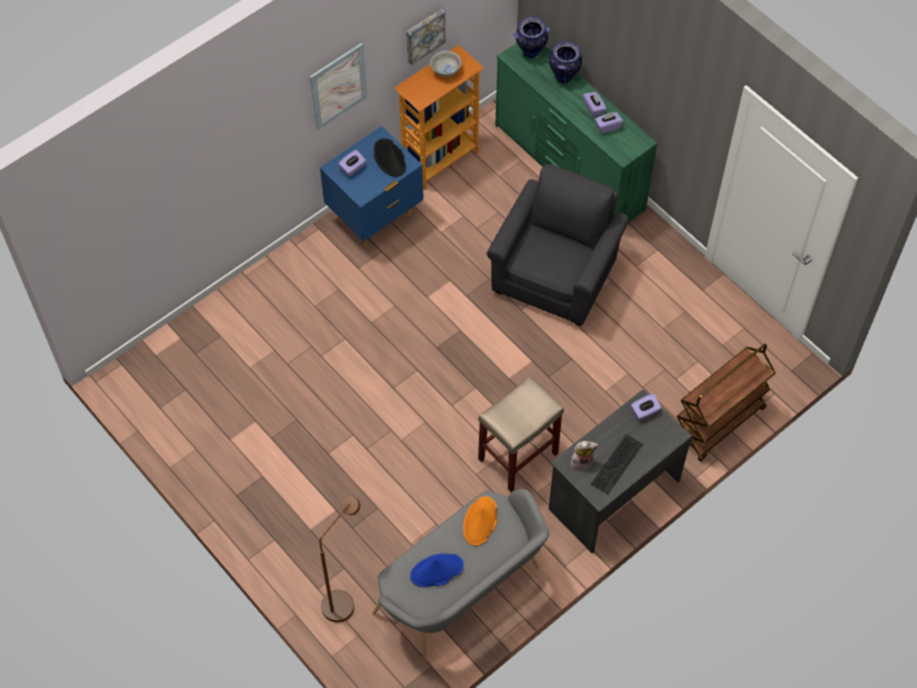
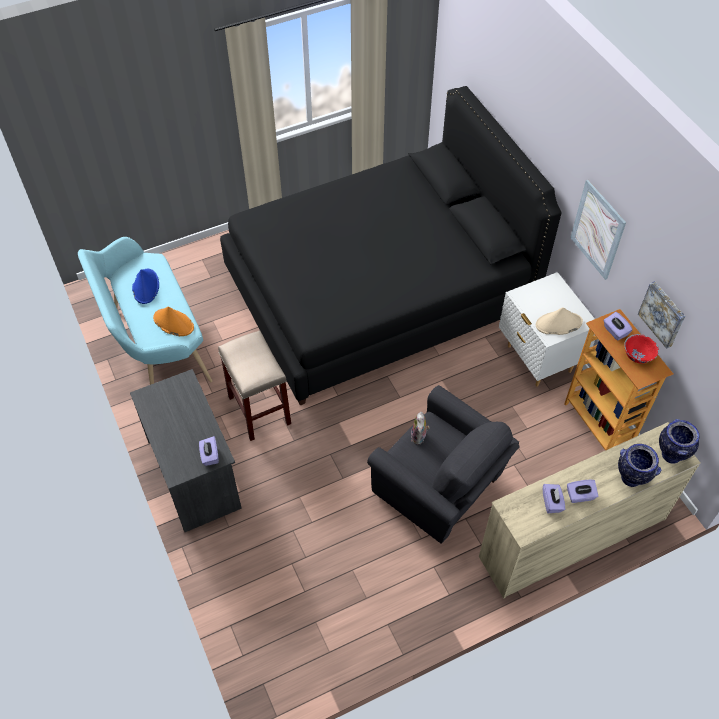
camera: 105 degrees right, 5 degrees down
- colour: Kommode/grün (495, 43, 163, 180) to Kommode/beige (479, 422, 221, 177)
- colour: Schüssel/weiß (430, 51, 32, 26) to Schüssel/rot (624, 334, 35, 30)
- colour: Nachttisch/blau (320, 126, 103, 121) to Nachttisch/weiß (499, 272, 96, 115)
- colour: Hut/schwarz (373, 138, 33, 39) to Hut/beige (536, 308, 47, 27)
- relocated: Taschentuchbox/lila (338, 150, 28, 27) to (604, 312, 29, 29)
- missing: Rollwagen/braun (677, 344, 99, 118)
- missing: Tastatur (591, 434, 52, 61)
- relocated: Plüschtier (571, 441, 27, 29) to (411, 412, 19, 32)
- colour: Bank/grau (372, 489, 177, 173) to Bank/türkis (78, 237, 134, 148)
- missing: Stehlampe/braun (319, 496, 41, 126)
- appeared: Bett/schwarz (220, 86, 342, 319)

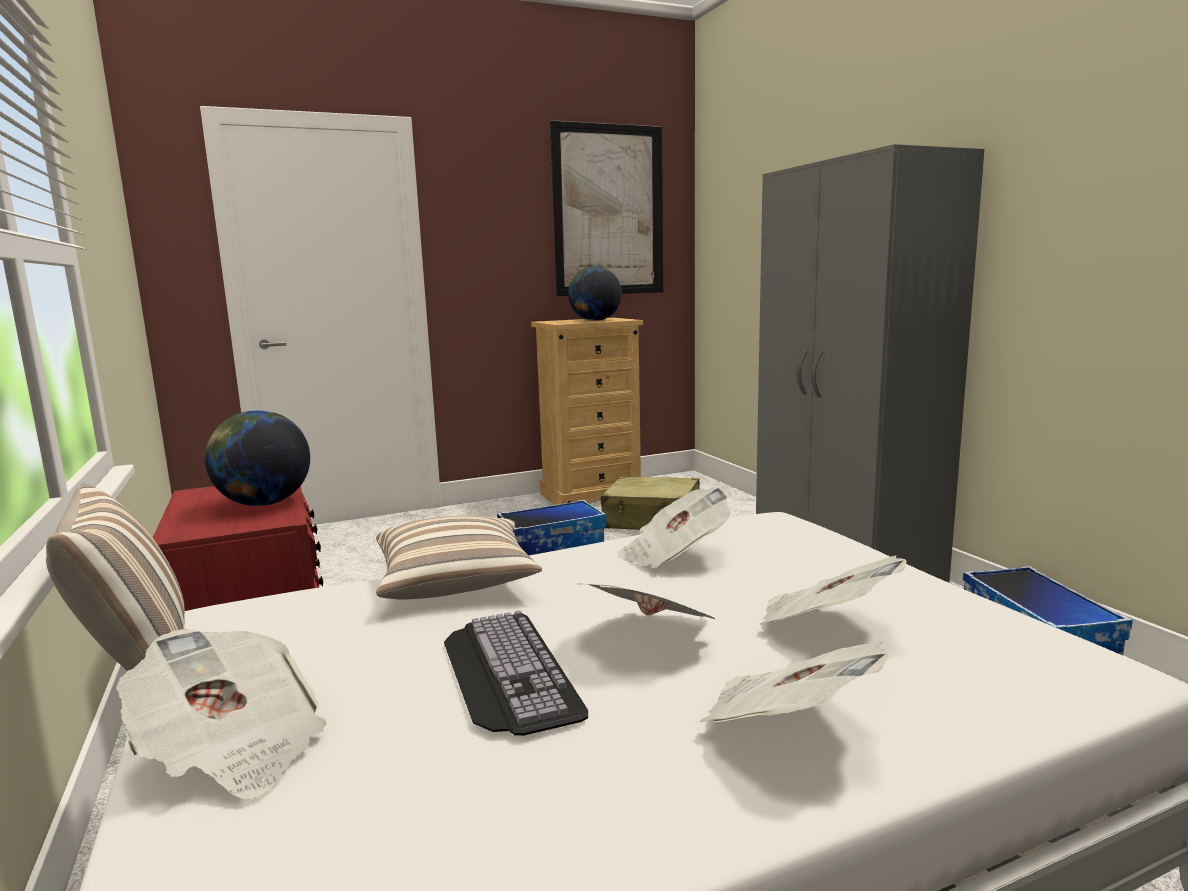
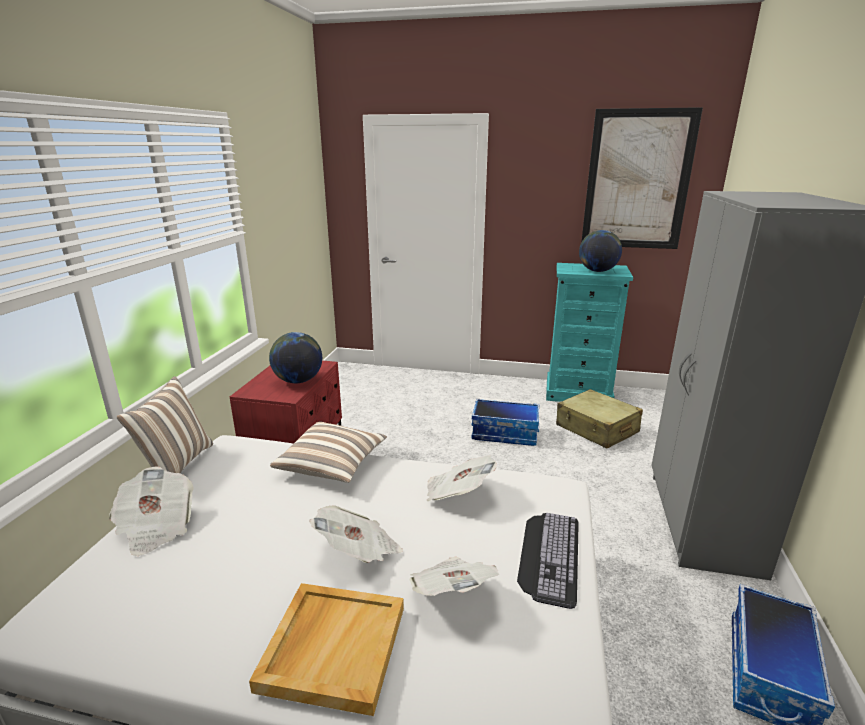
camera: 35 degrees right, 10 degrees up
- colour: Kommode/beige (531, 318, 112, 187) to Kommode/türkis (546, 263, 87, 139)
- relocated: Tastatur (444, 610, 144, 126) to (517, 513, 62, 96)
- exchanged: Zeitung (700, 641, 189, 81) to Tablett/beige (249, 583, 155, 133)

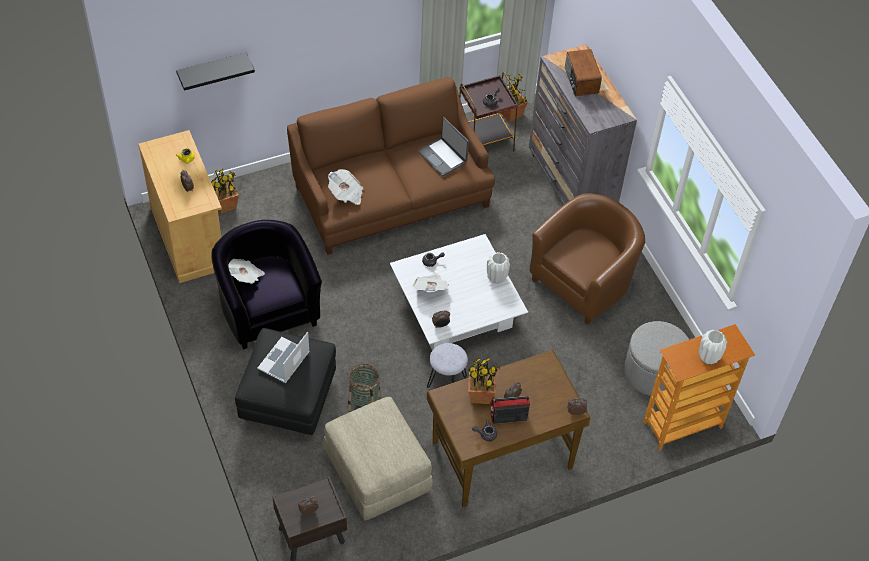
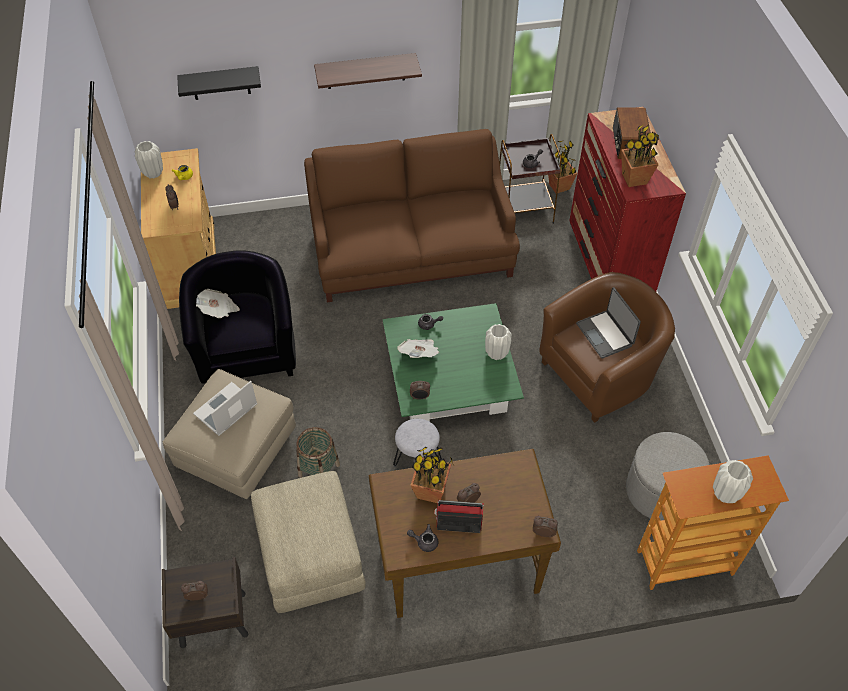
camera: 15 degrees right, 0 degrees up
- colour: Kommode/grau (529, 45, 108, 160) to Kommode/rot (569, 107, 117, 185)
- relocated: Laptop (418, 117, 51, 59) to (576, 287, 65, 71)
- relocated: Topfpflanze (211, 168, 28, 45) to (621, 125, 38, 62)
- missing: Zeitung (328, 169, 35, 36)
- colour: Couchtisch/weiß (390, 234, 138, 116) to Couchtisch/grün (382, 303, 142, 119)
- colour: Polsterhocker/schwarz (235, 328, 101, 107) to Polsterhocker/beige (163, 369, 133, 130)
- appeared: Wandregal (314, 53, 108, 36)
- appeared: Vase/weiß (135, 141, 28, 38)

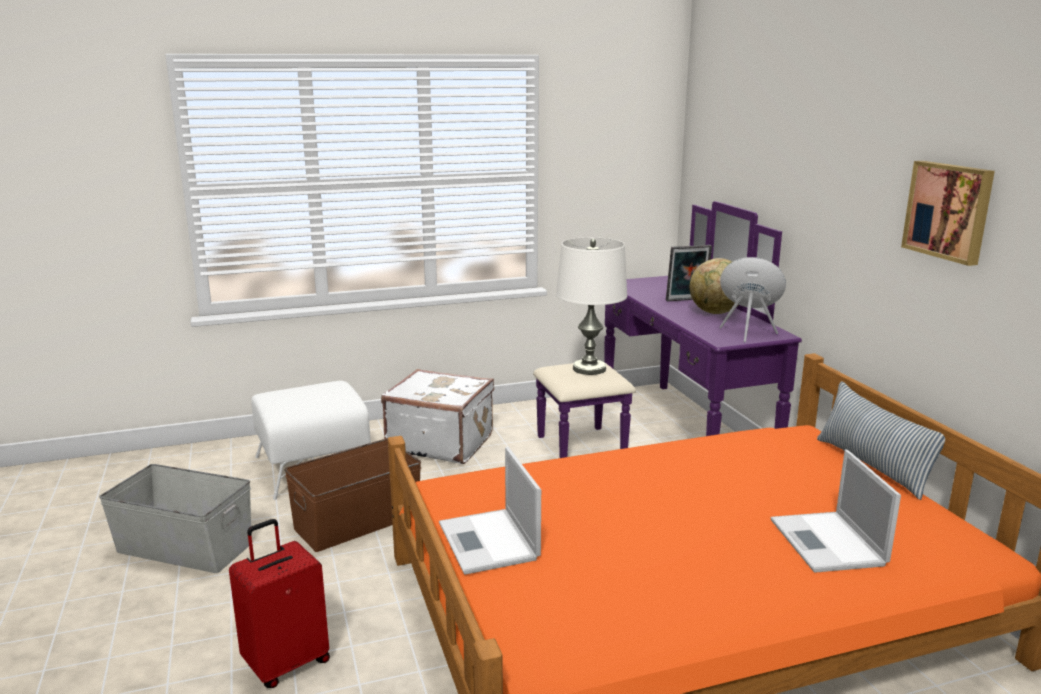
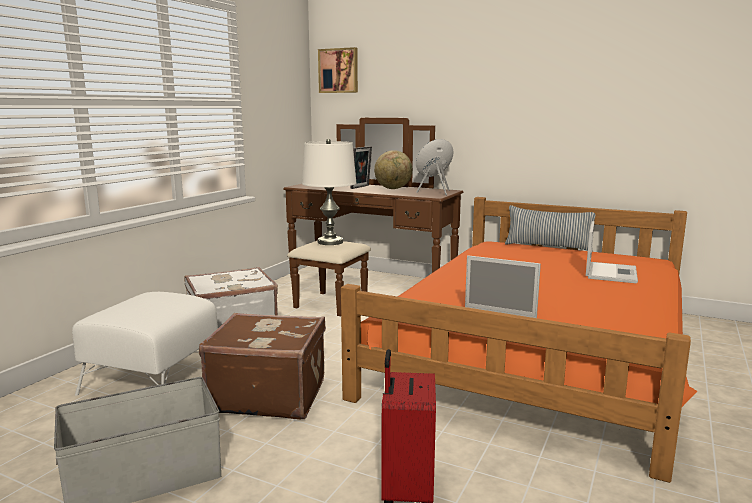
camera: 45 degrees left, 5 degrees down
- relocated: Bild (901, 161, 94, 105) to (318, 47, 40, 46)
- colour: Kommode/lila (533, 201, 269, 257) to Kommode/braun (283, 118, 180, 198)
- exchanged: Aufbewahrungsbox/braun (284, 438, 137, 114) to Koffer/braun (199, 313, 127, 106)
- spun: Laptop (771, 449, 130, 124) = (586, 221, 52, 62) 105 degrees counterclockwise

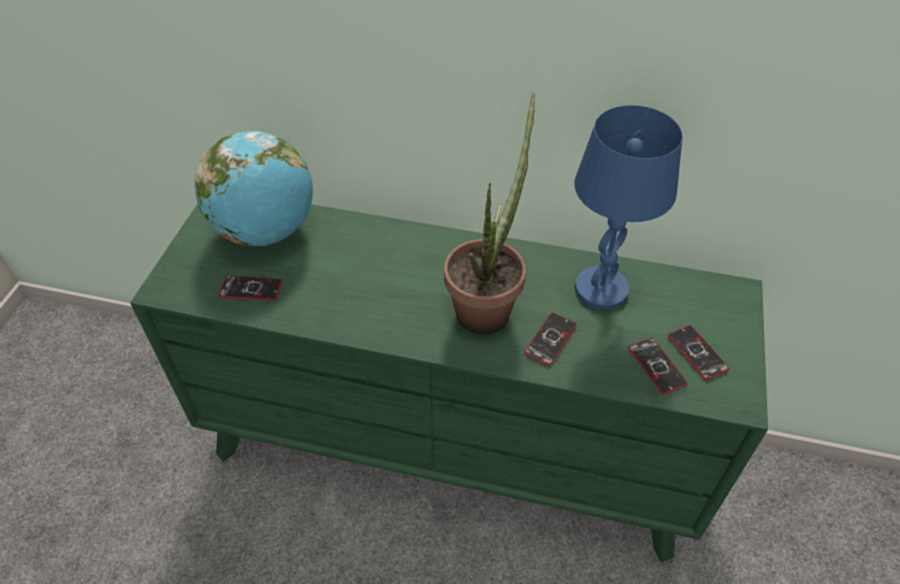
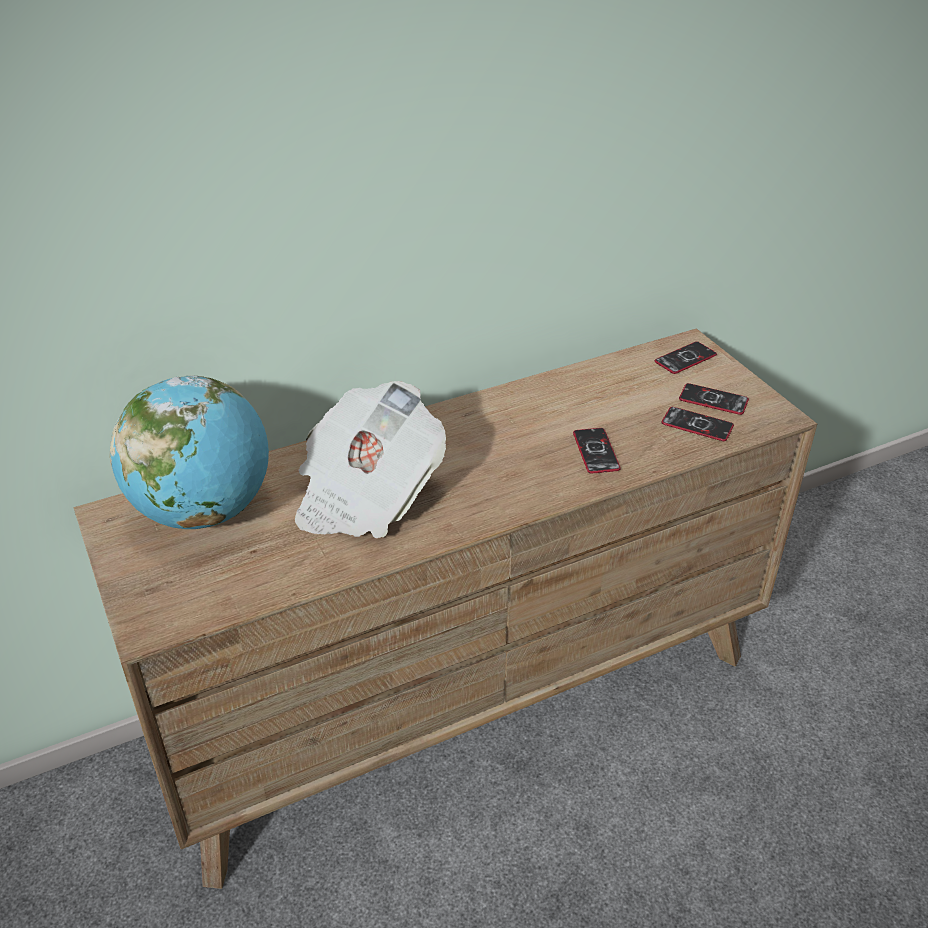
camera: 40 degrees left, 10 degrees down
- missing: Topfpflanze (444, 92, 91, 242)
- missing: Tischlampe/blau (574, 105, 109, 205)
- colour: Kommode/grün (130, 204, 638, 358) to Kommode/braun (74, 328, 743, 561)
- relocated: Handy (219, 276, 63, 25) to (655, 342, 62, 32)
- appeared: Zeitung (294, 381, 152, 157)

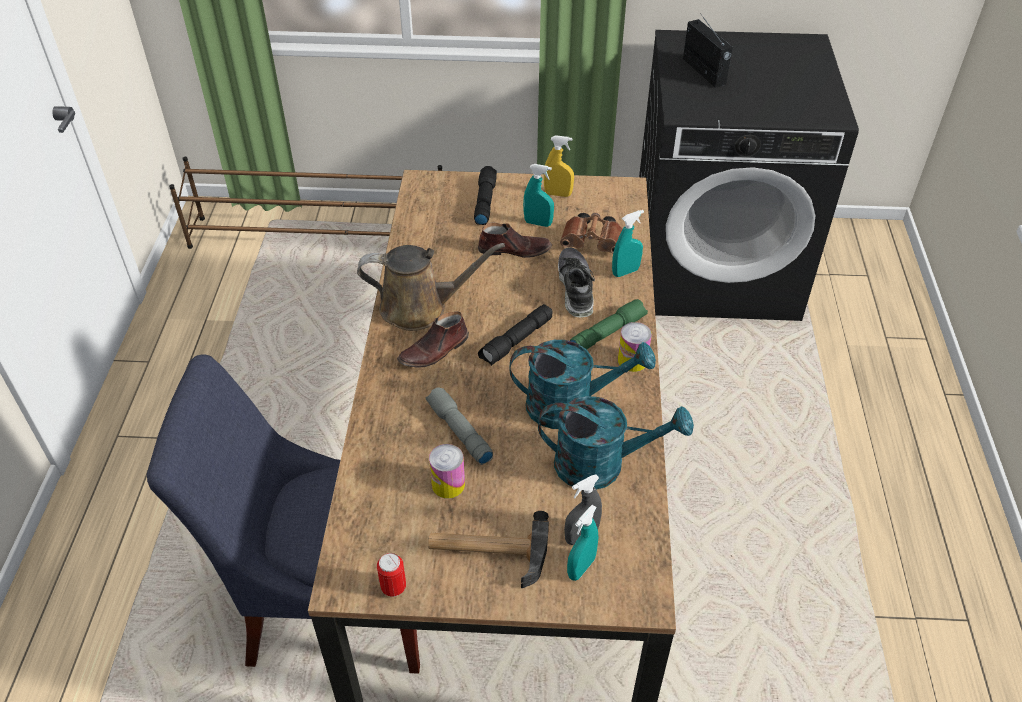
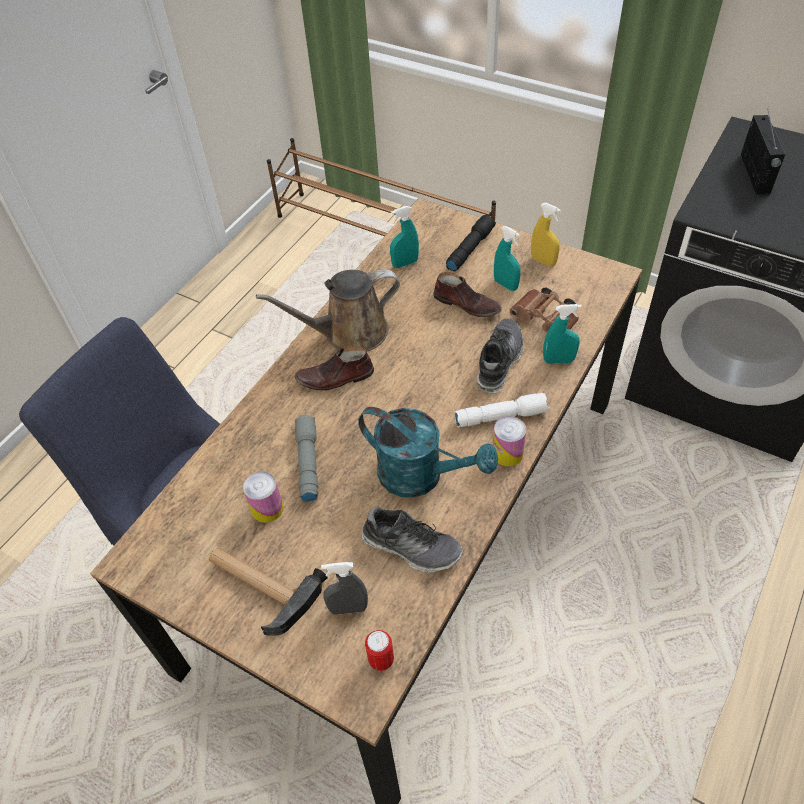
camera: 30 degrees right, 5 degrees up
- spun: Gießkanne/braun (357, 243, 148, 88) = (256, 269, 144, 83) 135 degrees clockwise
- colour: Taschenlampe/grün (570, 299, 78, 50) to Taschenlampe/weiß (455, 393, 95, 34)
- missing: Taschenlampe/schwarz (478, 304, 75, 62)
- exchanged: Gießkanne/türkis (538, 396, 156, 94) to Schuh (362, 507, 101, 66)
- relocated: Sprühflasche/türkis (567, 505, 32, 76) to (390, 206, 29, 62)
- relocated: Dose (377, 553, 29, 44) to (365, 630, 29, 41)

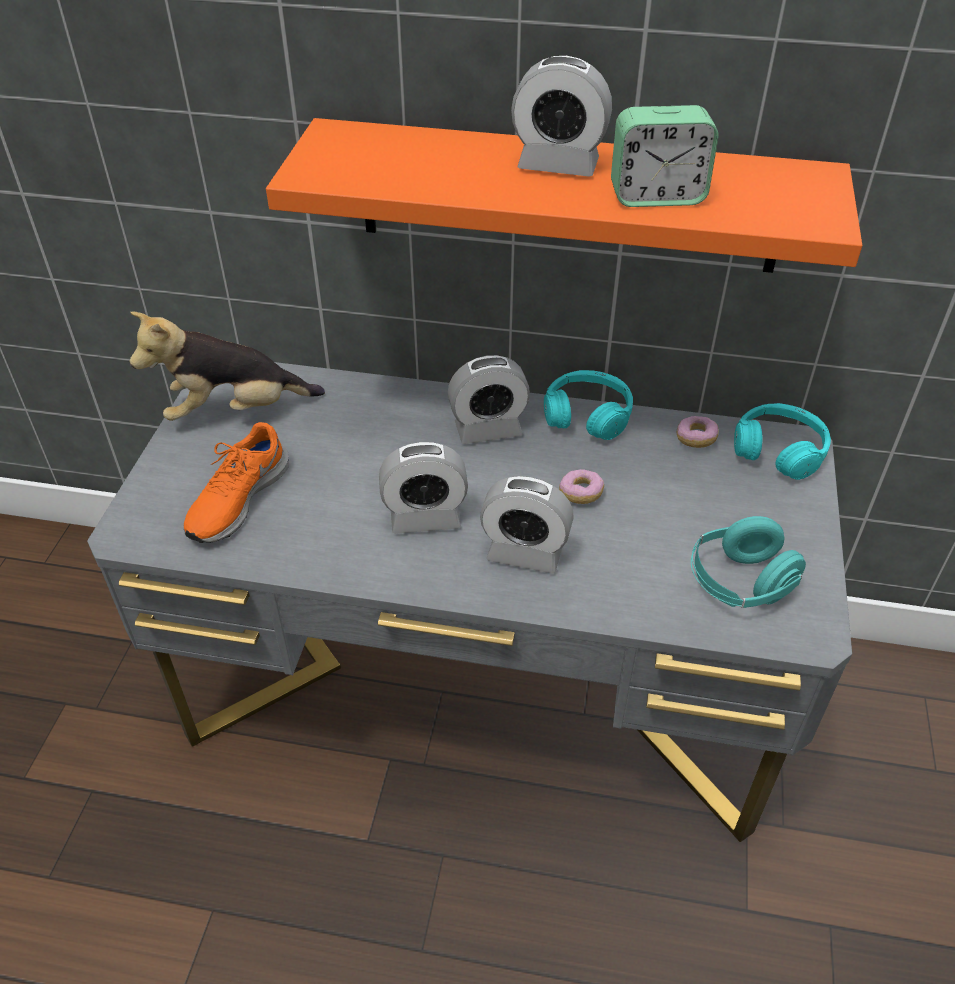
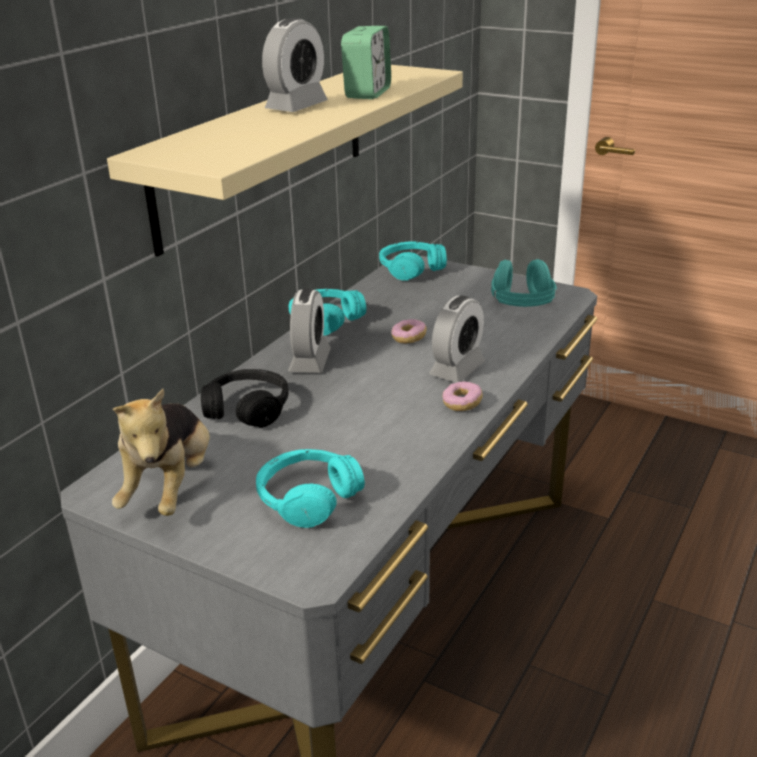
camera: 70 degrees left, 15 degrees down
- colour: Wandregal/orange (266, 118, 596, 155) to Wandregal/beige (107, 65, 356, 192)
- relocated: Donut (677, 416, 42, 32) to (442, 381, 41, 30)
- exchanged: Schuh/orange (184, 422, 105, 121) to Kopfhörer/türkis (256, 449, 109, 79)
- missing: Wecker (379, 442, 89, 92)
- appeared: Kopfhörer/schwarz (200, 369, 89, 59)

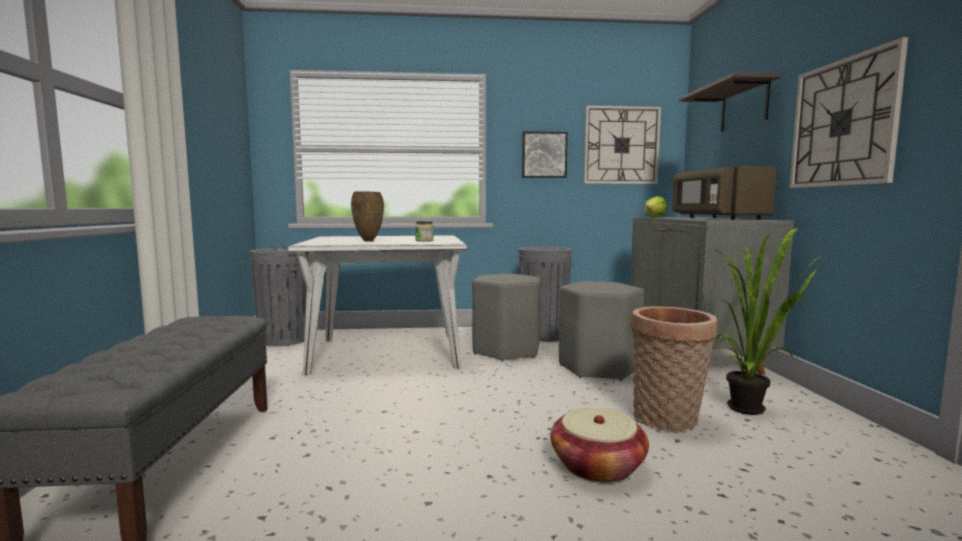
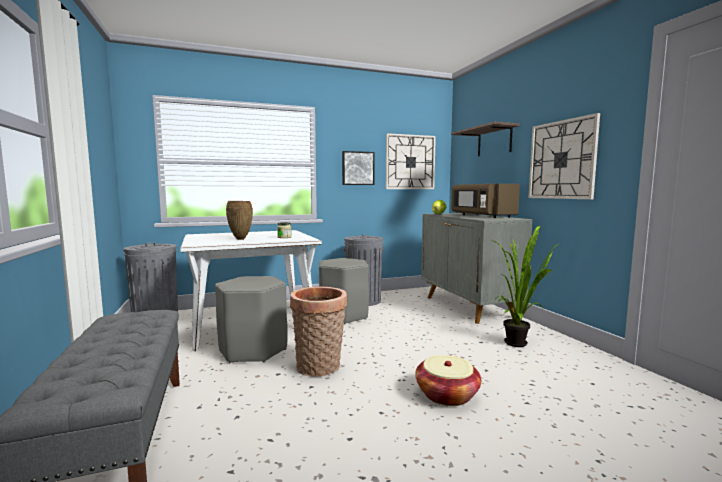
camera: 15 degrees left, 0 degrees up
- relocated: Hocker/grau (559, 281, 85, 100) to (215, 276, 73, 87)
- relocated: Korb (631, 306, 86, 125) to (290, 287, 57, 90)

